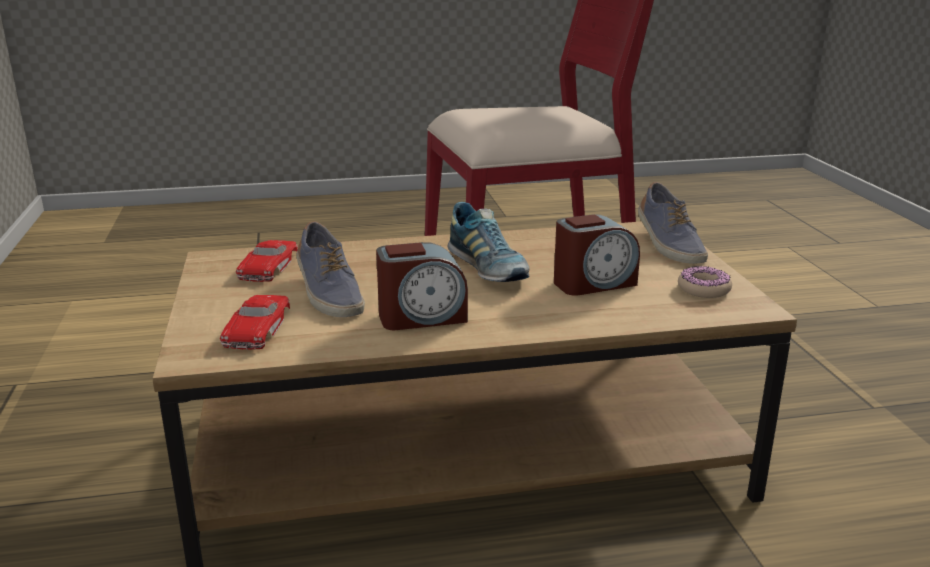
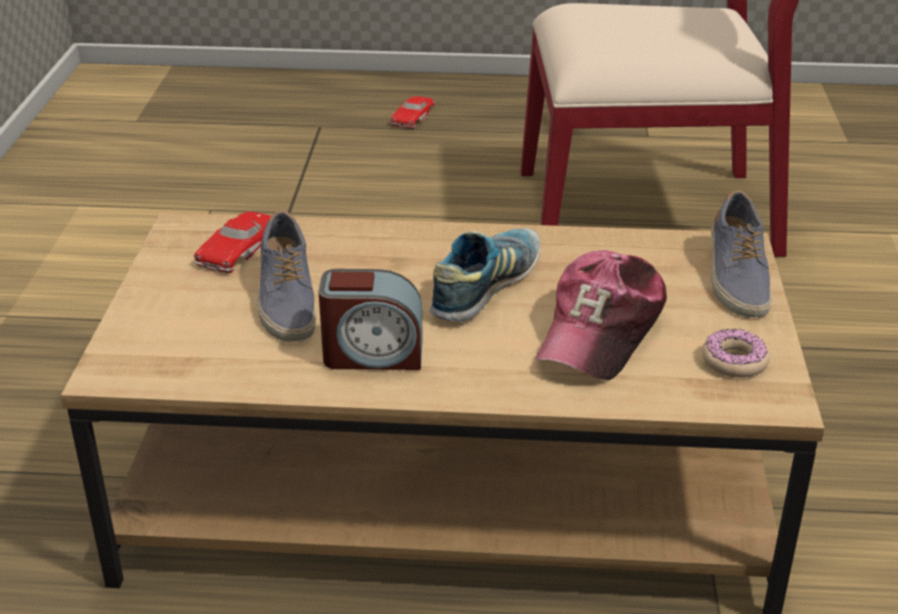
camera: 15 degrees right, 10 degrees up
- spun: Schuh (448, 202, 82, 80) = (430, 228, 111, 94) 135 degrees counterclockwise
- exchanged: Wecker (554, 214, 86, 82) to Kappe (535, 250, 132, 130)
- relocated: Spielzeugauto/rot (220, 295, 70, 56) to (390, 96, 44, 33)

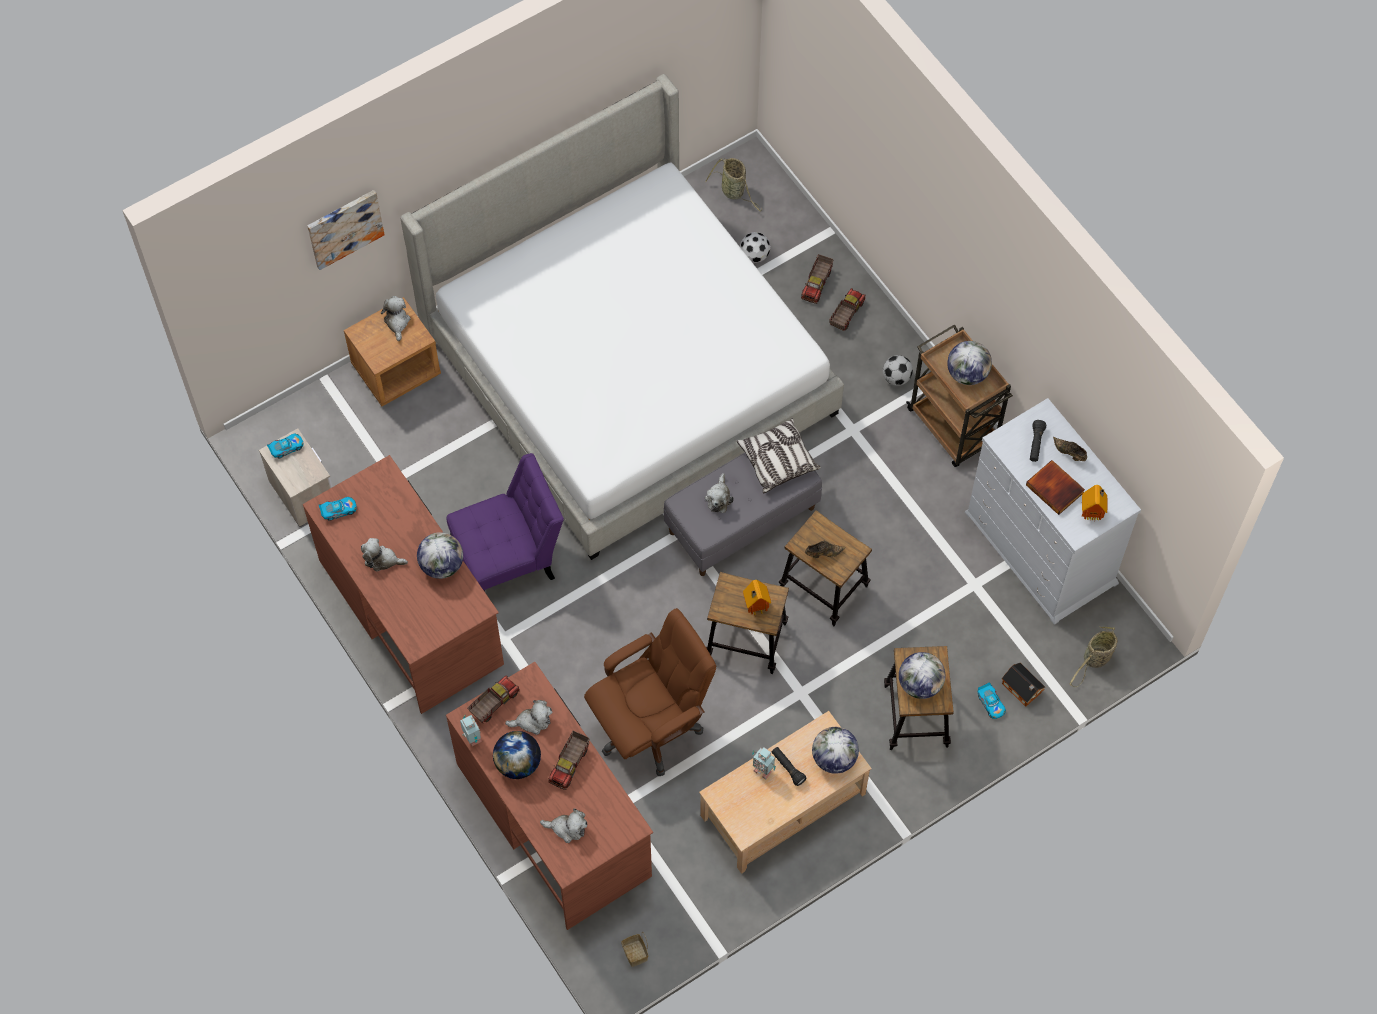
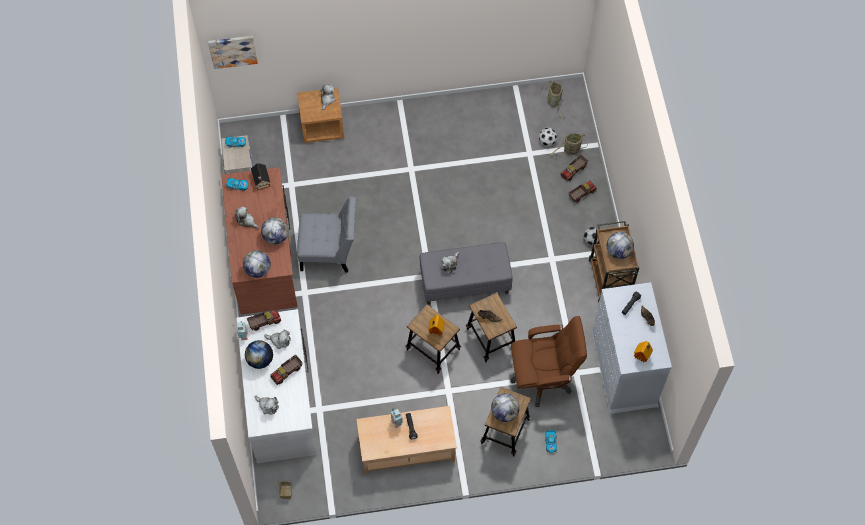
camera: 25 degrees right, 0 degrees up
- missing: Bett (400, 74, 444, 486)
- relocated: Bild (307, 190, 78, 80) to (208, 36, 50, 33)
- missing: Kissen (737, 418, 84, 75)
- colour: Stuhl/lila (447, 453, 117, 139) to Stuhl/grau (297, 196, 59, 77)
- missing: Buch (1026, 460, 59, 55)
- relocated: Bürostuhl/braun (584, 608, 132, 168) to (510, 316, 77, 91)
- relocated: Korb (1070, 627, 48, 60) to (550, 133, 38, 26)
- colour: Schreibtisch/braun (446, 662, 207, 268) to Schreibtisch/weiß (237, 309, 80, 154)
- relocated: Spielzeughaus (1002, 663, 43, 44) to (251, 163, 20, 27)
- relocated: Globus (812, 727, 47, 47) to (243, 250, 28, 28)

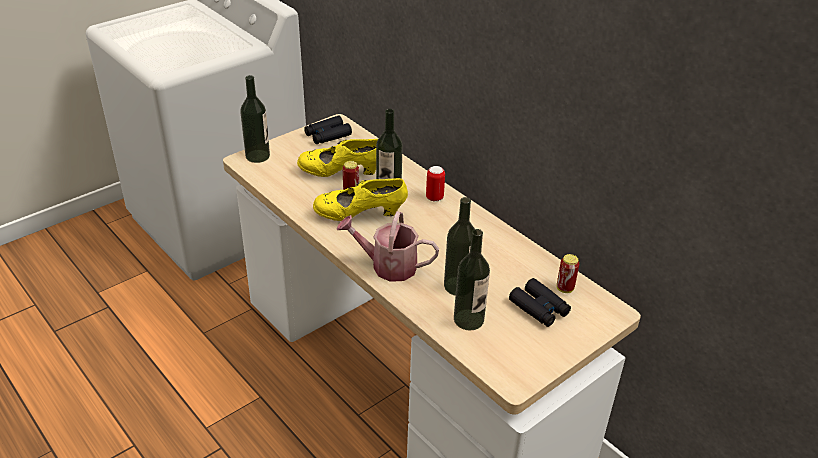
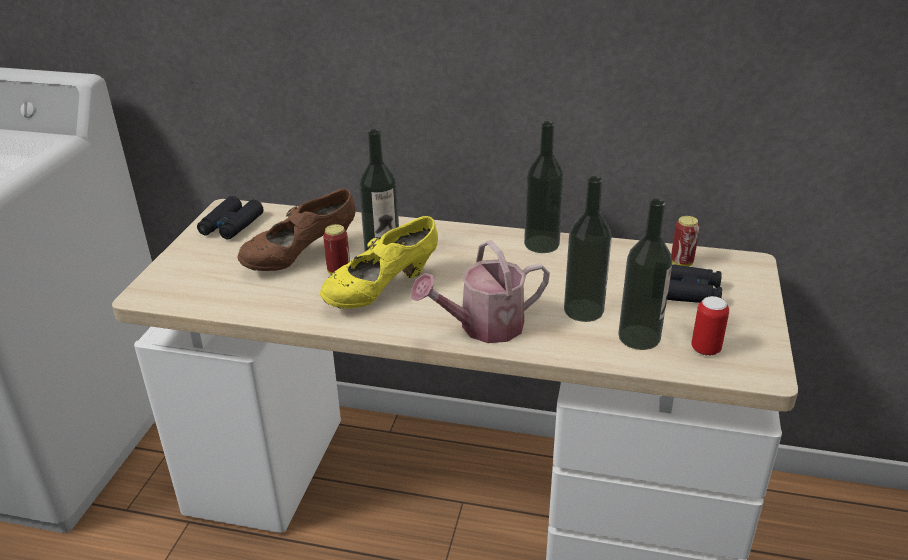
camera: 35 degrees left, 5 degrees down
- relocated: Flasche (240, 75, 30, 88) to (524, 121, 40, 132)
- colour: Schuh/gelb (297, 139, 81, 38) to Schuh/braun (238, 189, 117, 82)
- relocated: Dose (426, 166, 19, 36) to (691, 296, 38, 60)

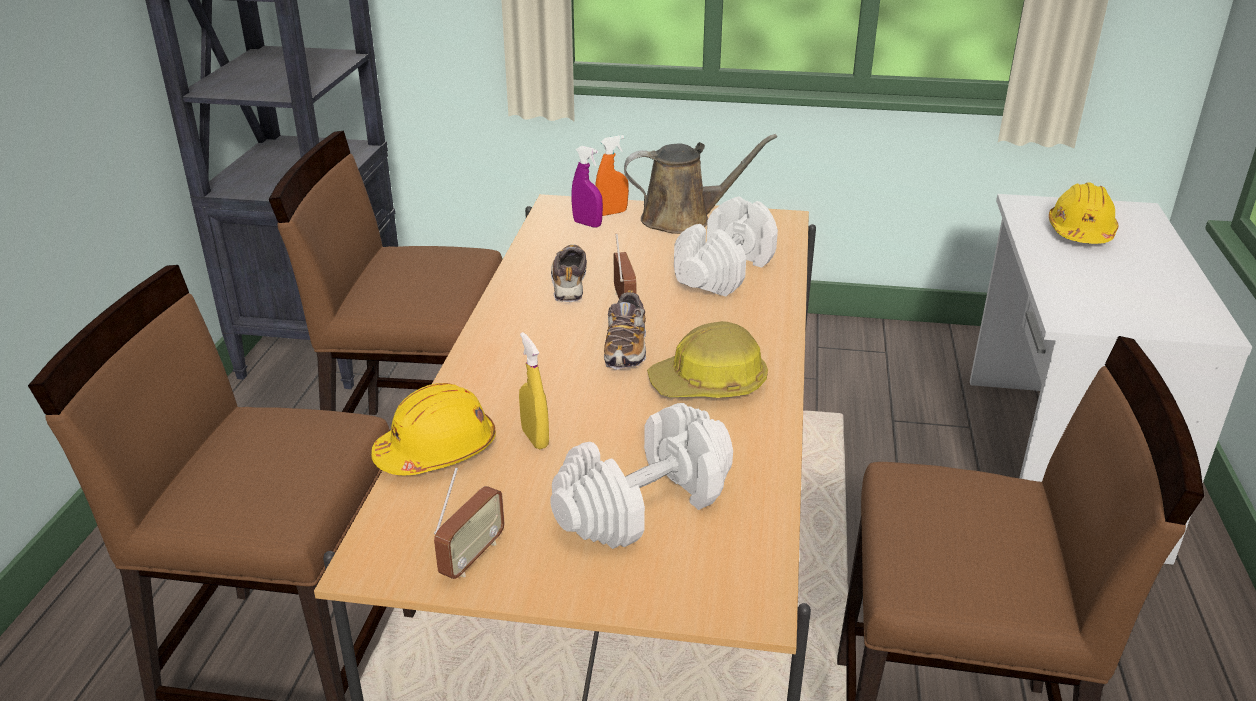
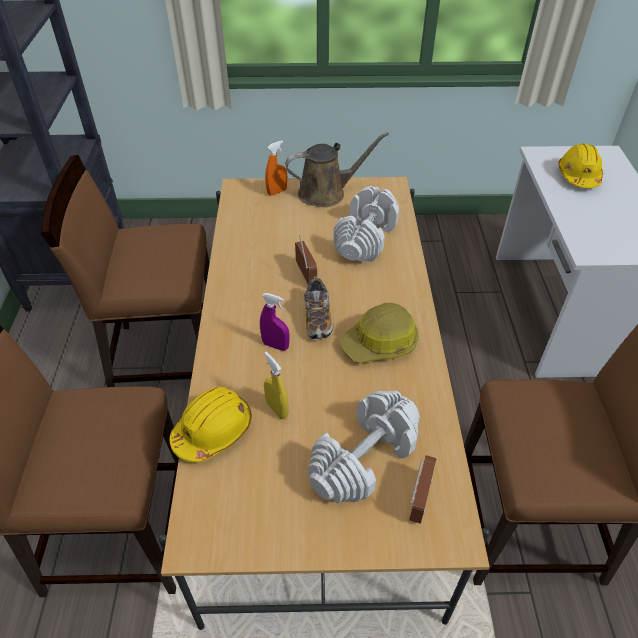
camera: 10 degrees left, 15 degrees up
- relocated: Sprühflasche/lila (571, 146, 32, 81) to (260, 293, 29, 58)
- missing: Schuh (551, 244, 36, 58)
- relocated: Radio (434, 467, 71, 112) to (409, 455, 28, 69)

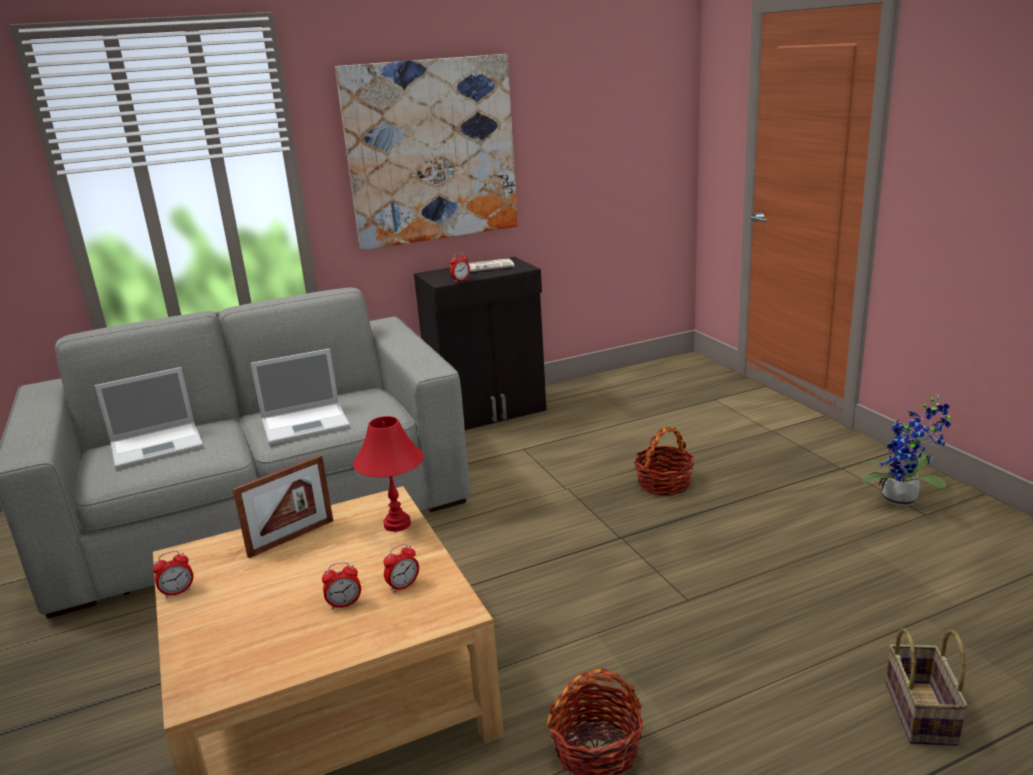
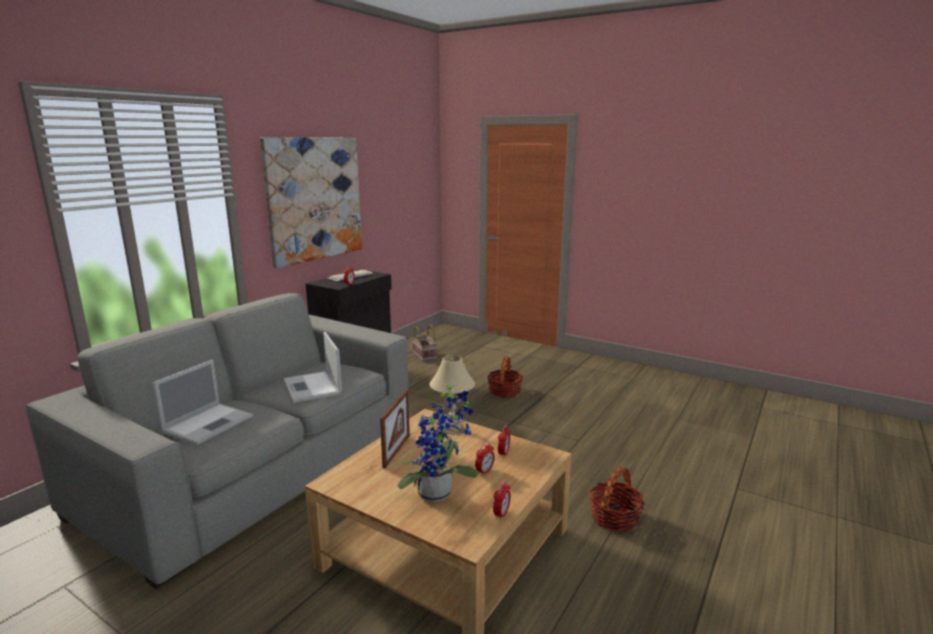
camera: 35 degrees left, 5 degrees down
- spun: Laptop (251, 349, 99, 96) = (284, 332, 58, 71) 120 degrees clockwise
- relocated: Topfpflanze (861, 395, 89, 112) to (395, 381, 84, 121)
- colour: Tischlampe/rot (353, 416, 71, 116) to Tischlampe/beige (430, 355, 45, 76)
- relocated: Wecker (152, 550, 41, 48) to (493, 481, 18, 39)
- relocated: Korb (886, 628, 82, 118) to (412, 324, 25, 38)

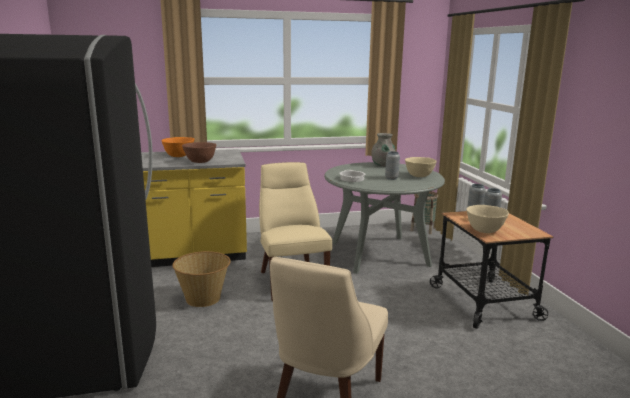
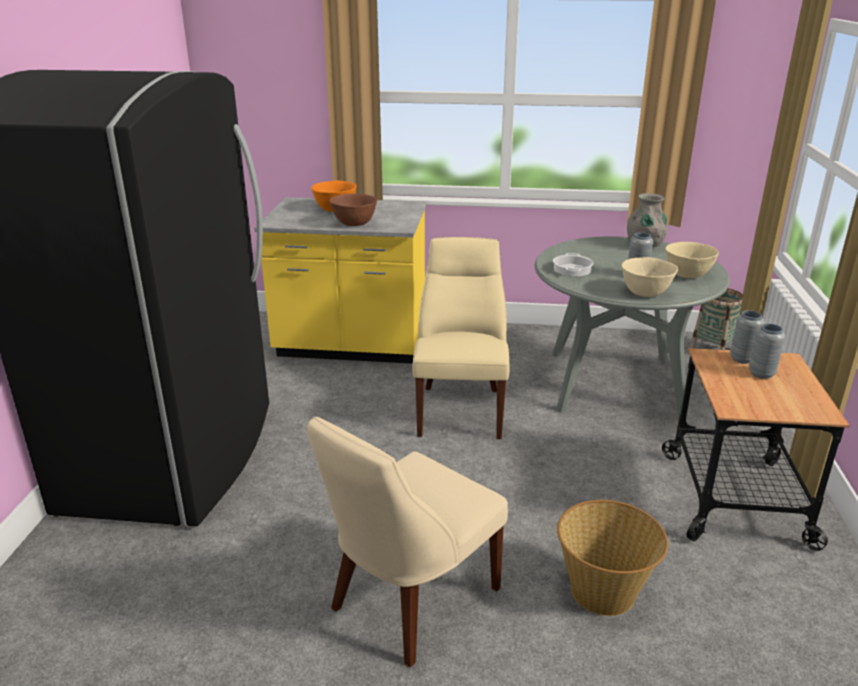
camera: 20 degrees right, 10 degrees up
- relocated: Schüssel/beige (466, 205, 43, 28) to (622, 257, 56, 40)
- relocated: Korb (172, 251, 59, 56) to (557, 500, 111, 116)

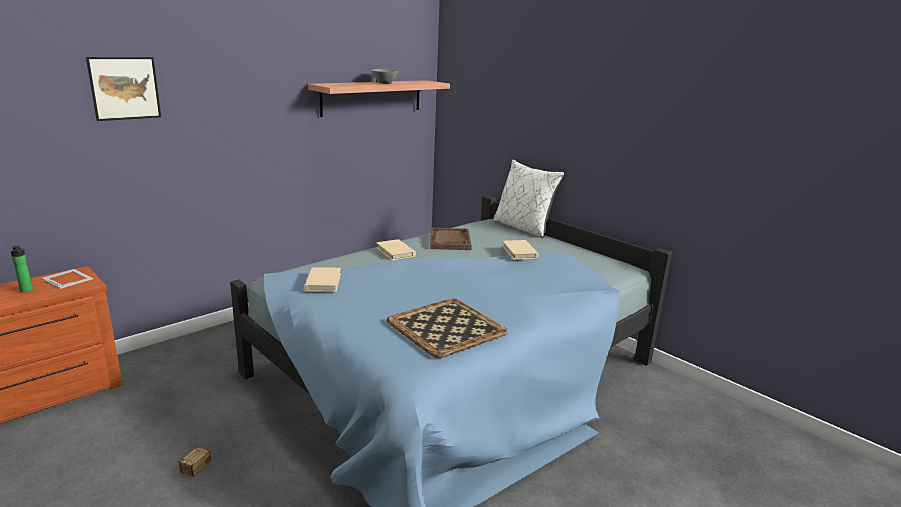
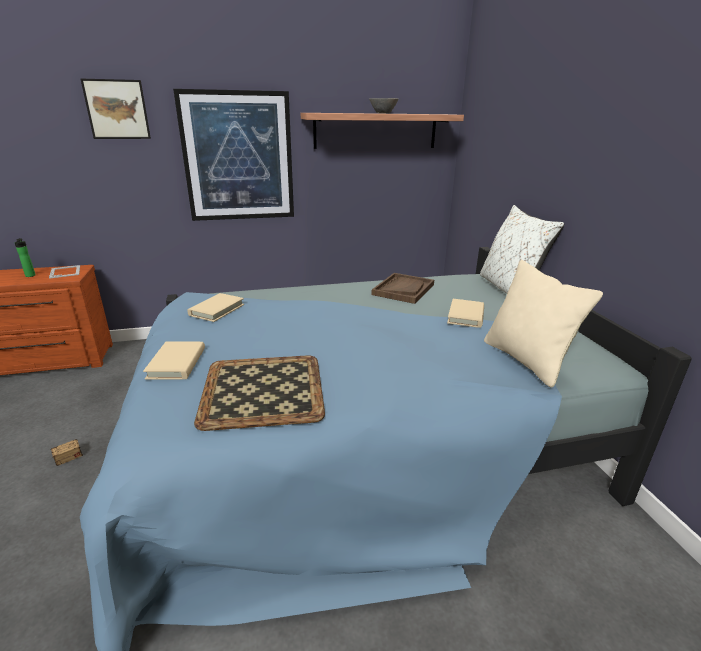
camera: 30 degrees right, 5 degrees up
- relocated: Buch/beige (376, 239, 40, 22) to (143, 341, 62, 39)
- appeared: Bild (173, 89, 121, 132)
- appeared: Kissen/beige (484, 260, 119, 128)

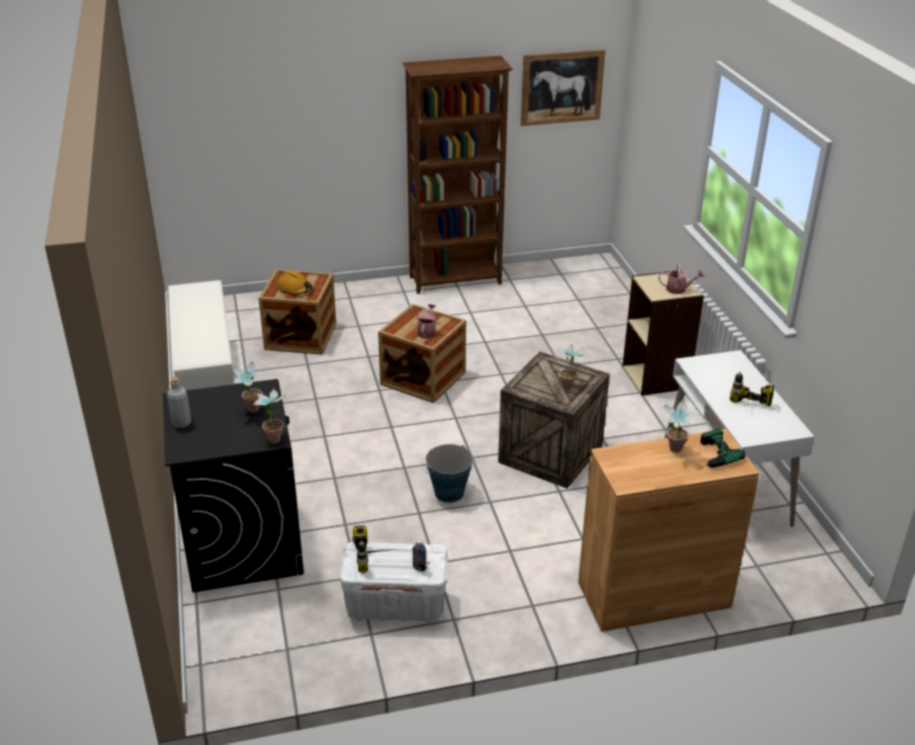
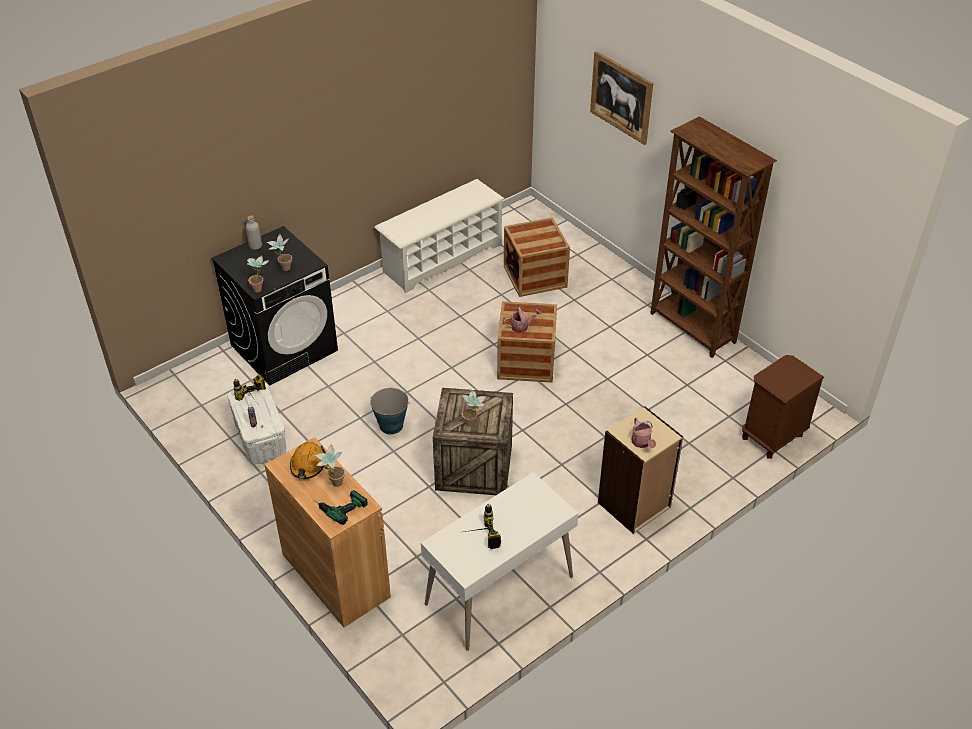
camera: 65 degrees right, 10 degrees up
- relocated: Bild (521, 49, 85, 77) to (590, 51, 63, 94)
- relocated: Schutzhelm/orange (276, 270, 36, 25) to (290, 442, 36, 37)
- appeared: Nachttisch/braun (742, 355, 82, 104)

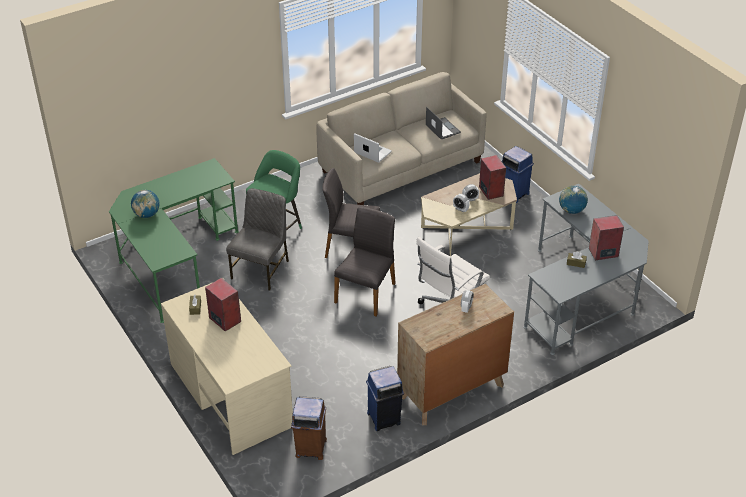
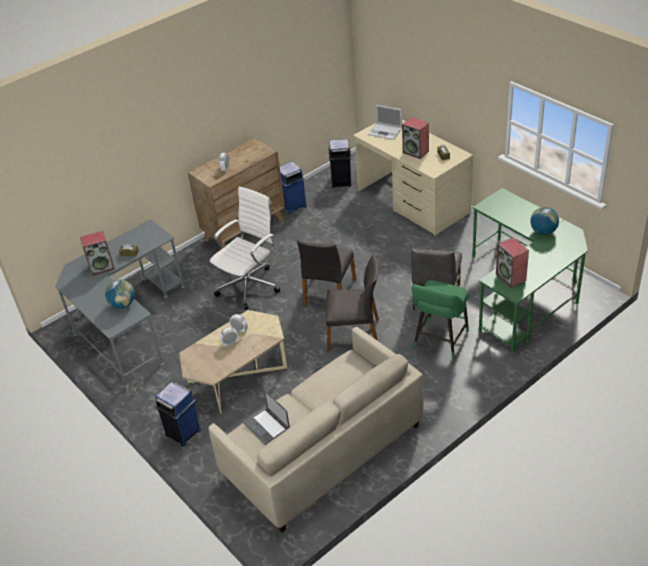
camera: 175 degrees right, 0 degrees up
- relocated: Laptop (354, 133, 38, 30) to (368, 105, 34, 35)
- relocated: Lautsprecher (479, 155, 27, 45) to (496, 237, 33, 51)

